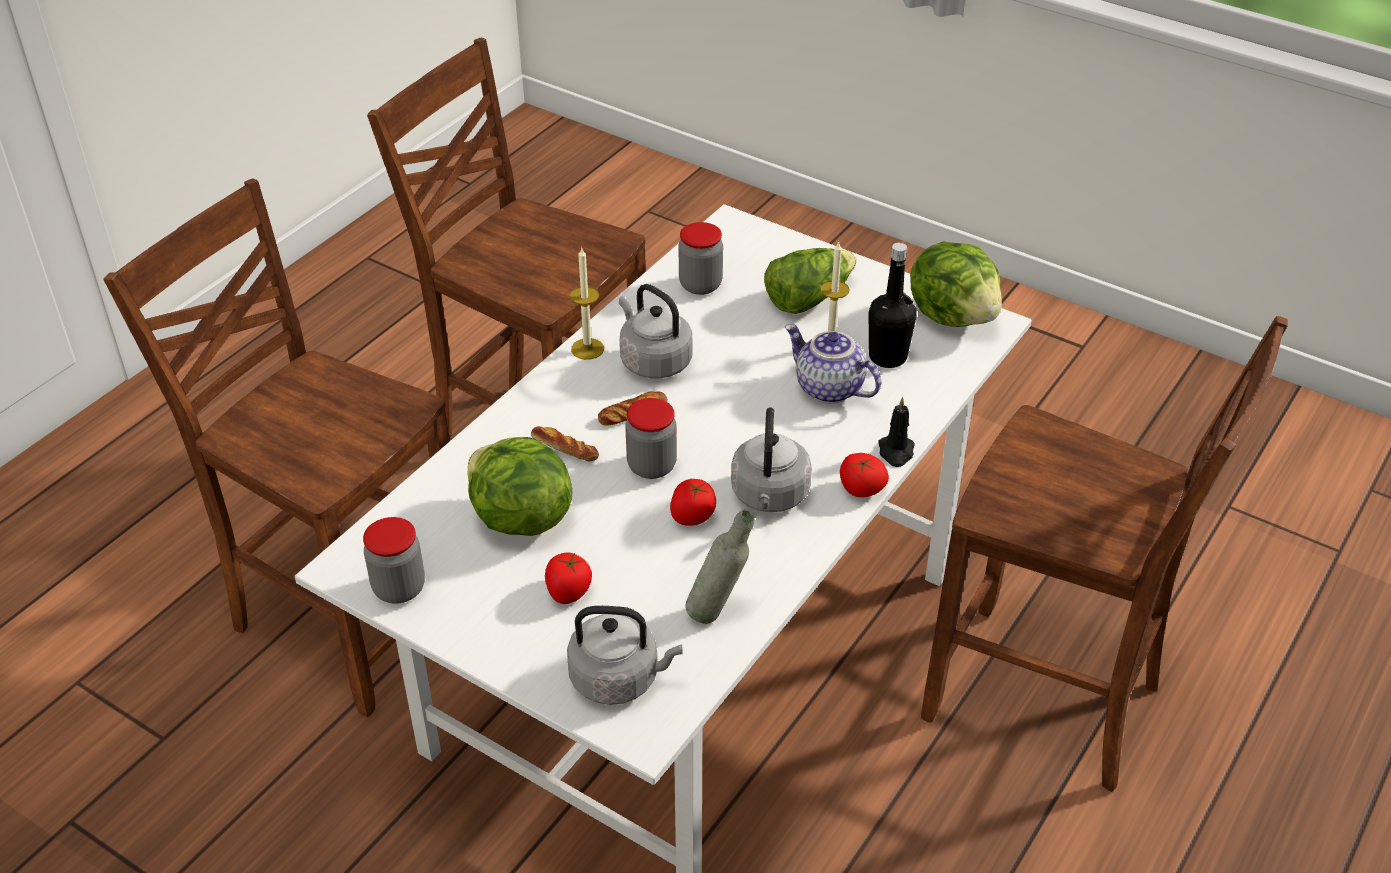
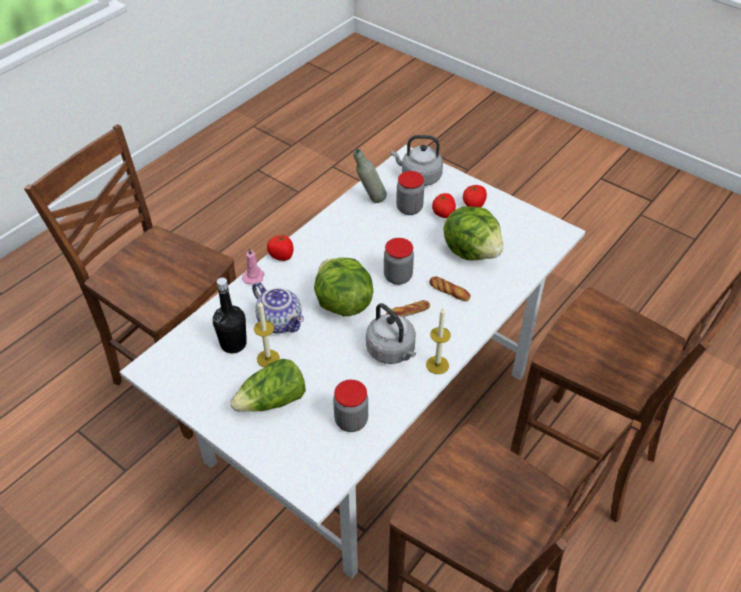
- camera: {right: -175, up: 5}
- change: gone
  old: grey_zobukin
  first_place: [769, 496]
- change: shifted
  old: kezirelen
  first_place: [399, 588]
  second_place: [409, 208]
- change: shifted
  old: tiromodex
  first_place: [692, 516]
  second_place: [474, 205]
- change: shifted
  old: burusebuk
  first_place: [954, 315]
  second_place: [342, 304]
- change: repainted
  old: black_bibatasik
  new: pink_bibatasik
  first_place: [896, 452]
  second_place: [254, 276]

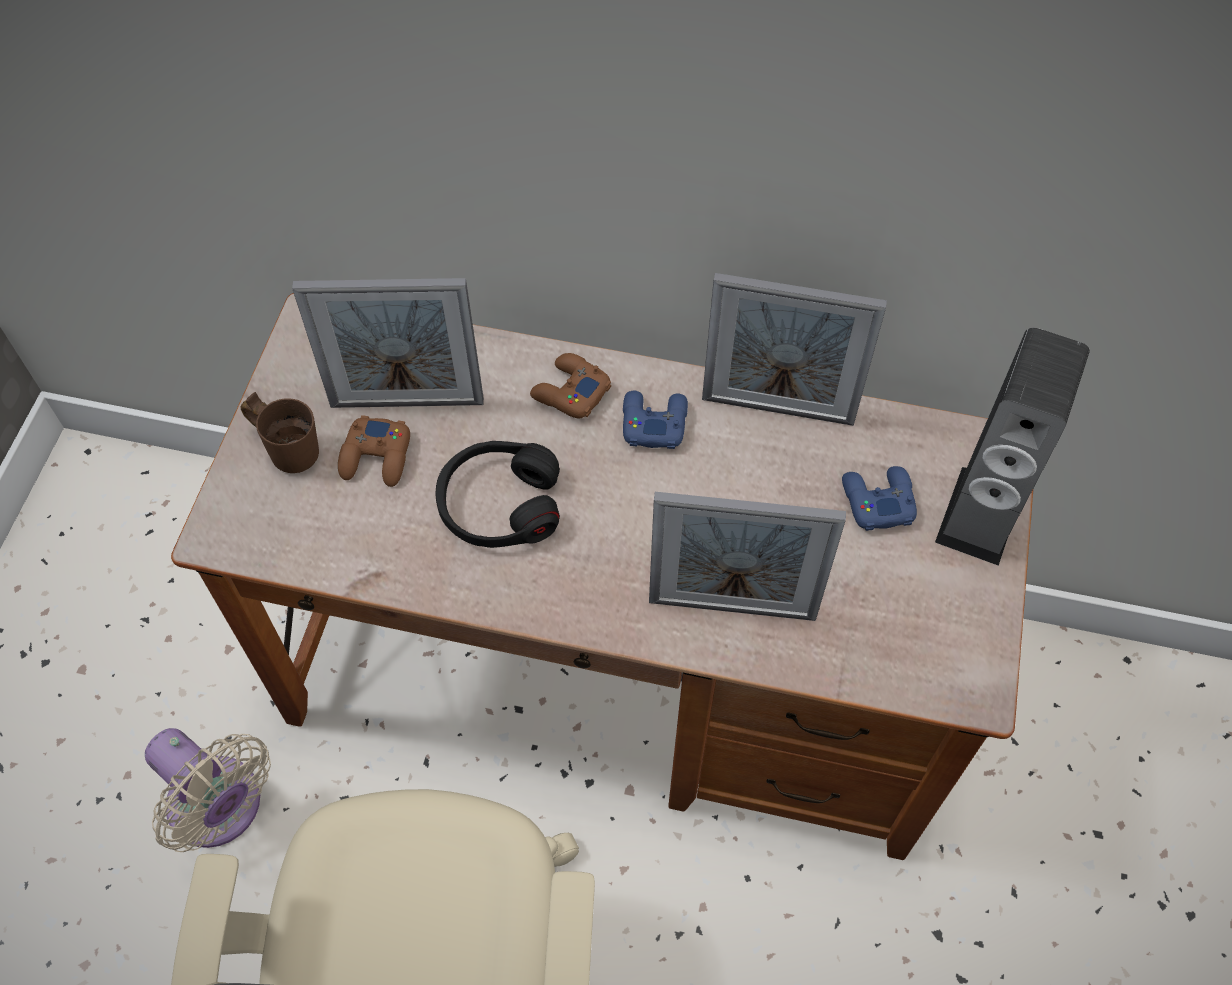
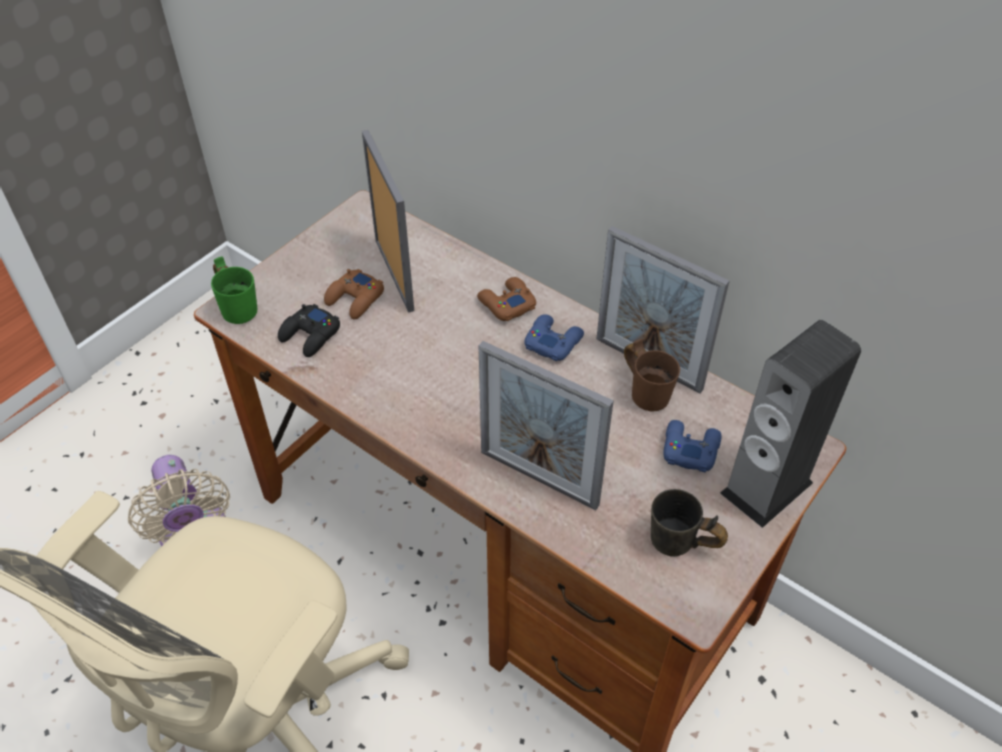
- camera: {right: 25, up: -10}
- change: gone
  old: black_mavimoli
  first_place: [499, 504]
- change: new
  new: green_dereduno
  second_place: [241, 306]
- change: new
  new: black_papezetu
  second_place: [310, 335]
- change: new
  new: grey_dereduno
  second_place: [679, 548]
- change: shifted
  old: brown_dereduno
  first_place: [291, 446]
  second_place: [648, 391]
- change: rotated
  old: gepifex
  first_place: [407, 403]
  second_place: [394, 274]
  degrees: -135

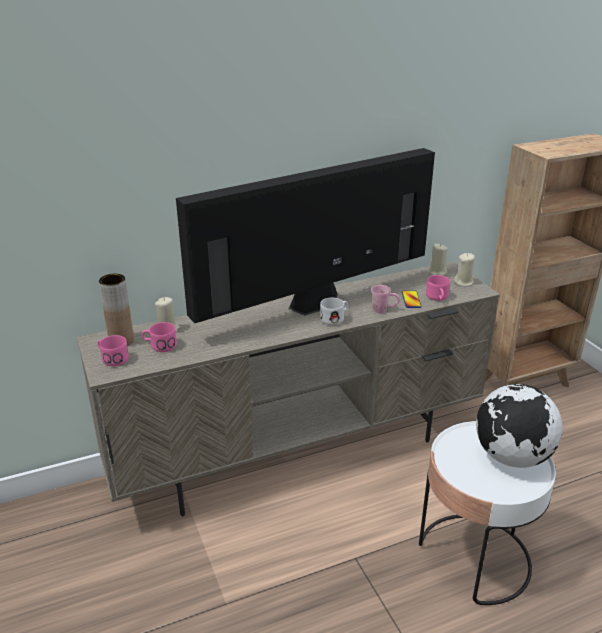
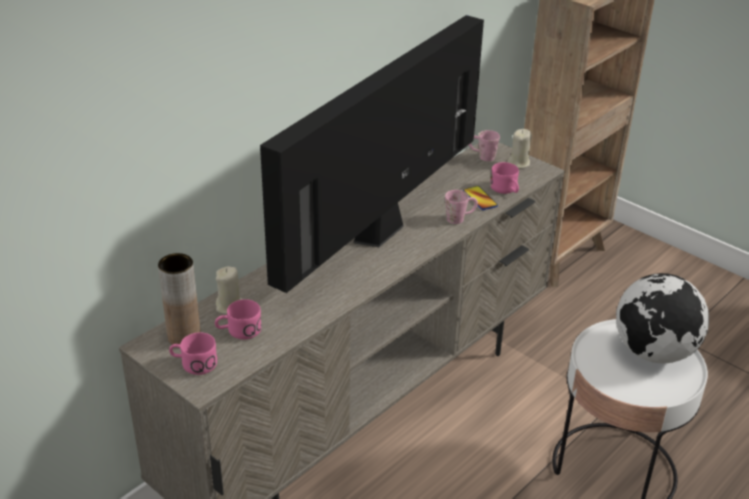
- camera: {right: -25, up: 5}
- change: gone
  old: white_dereduno
  first_place: [335, 318]
- change: swapped
  old: beige_bibatasik
  new: pink_dereduno
  first_place: [437, 272]
  second_place: [482, 156]

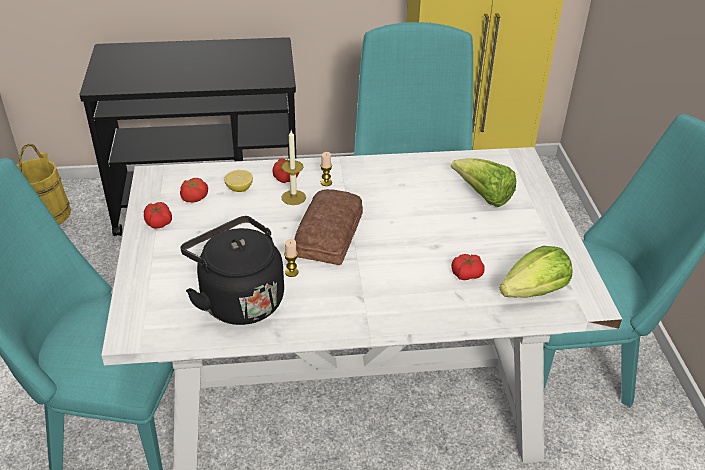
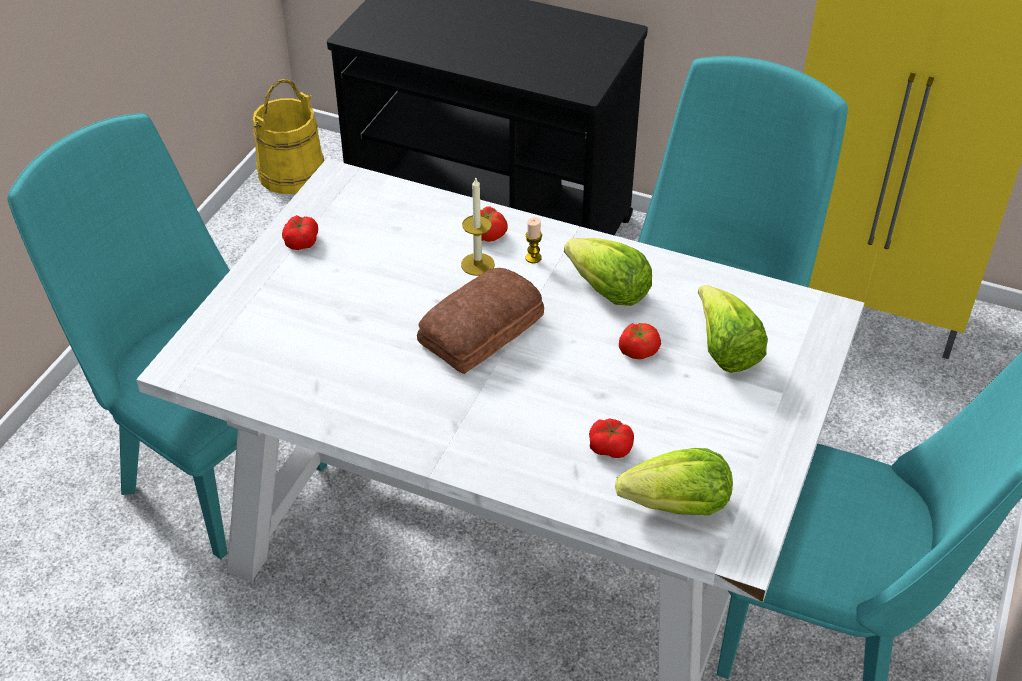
- camera: {right: 30, up: 5}
- change: gone
  old: black_zobukin
  first_place: [238, 299]
- change: gone
  old: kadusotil
  first_place: [239, 188]
- change: gone
  old: bibatasik
  first_place: [291, 272]
- change: new
  new: burusebuk
  second_place: [608, 291]
- change: shifted
  old: tiromodex
  first_place: [194, 197]
  second_place: [638, 350]

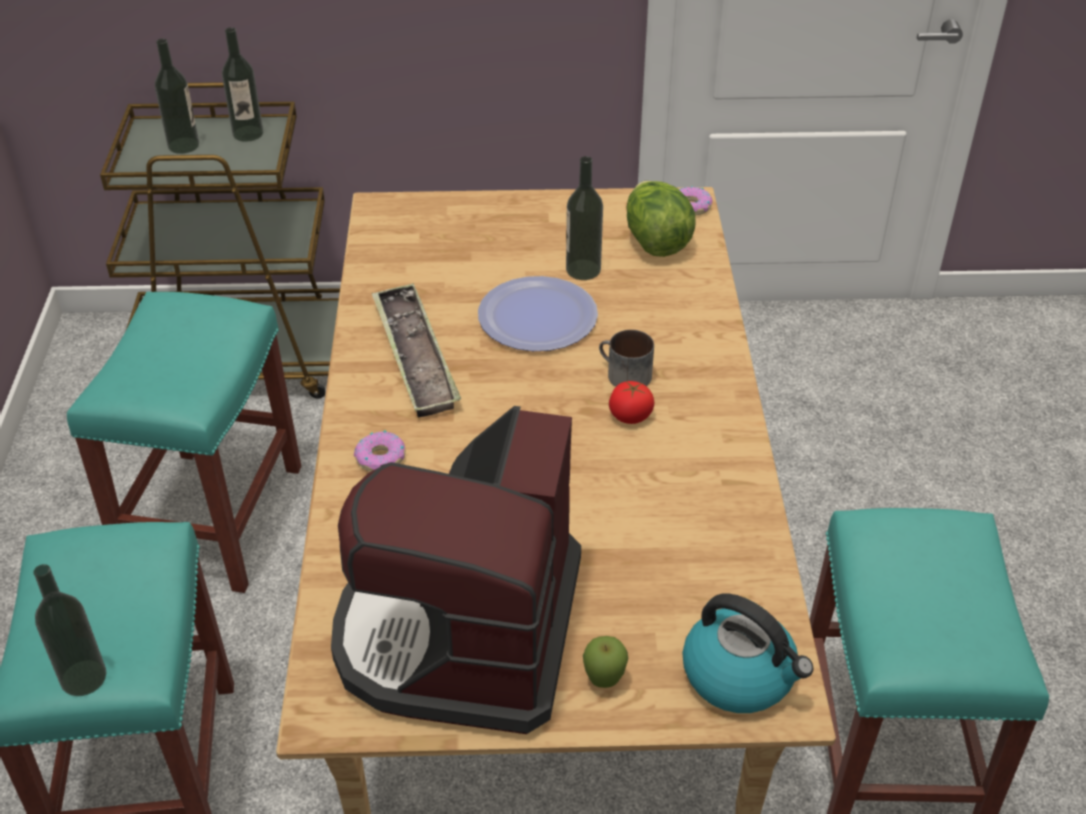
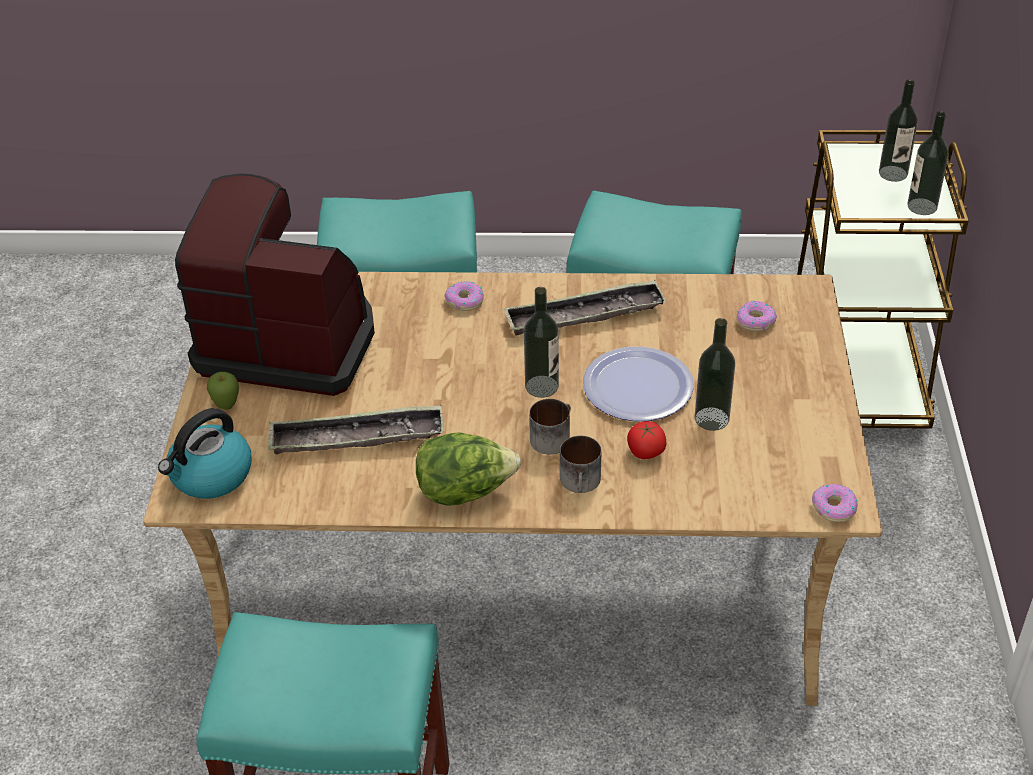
- camera: {right: 95, up: 0}
- change: new
  new: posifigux
  second_place: [357, 437]
- change: new
  new: dereduno
  second_place: [582, 482]
- change: new
  new: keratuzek
  second_place: [755, 321]
- change: shifted
  old: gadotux
  first_place: [83, 678]
  second_place: [541, 386]
- change: shifted
  old: tiromodex
  first_place: [630, 416]
  second_place: [645, 452]
- change: shifted
  old: burusebuk
  first_place: [656, 241]
  second_place: [465, 491]

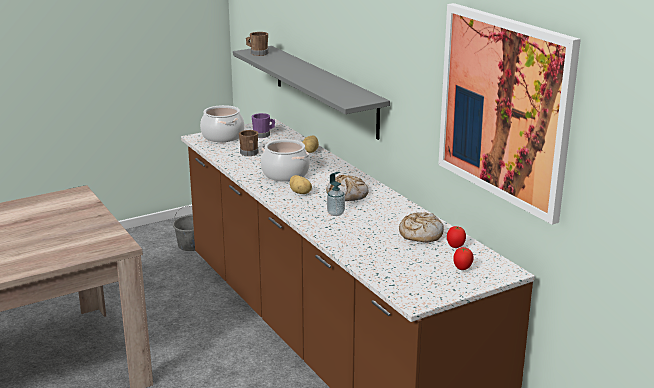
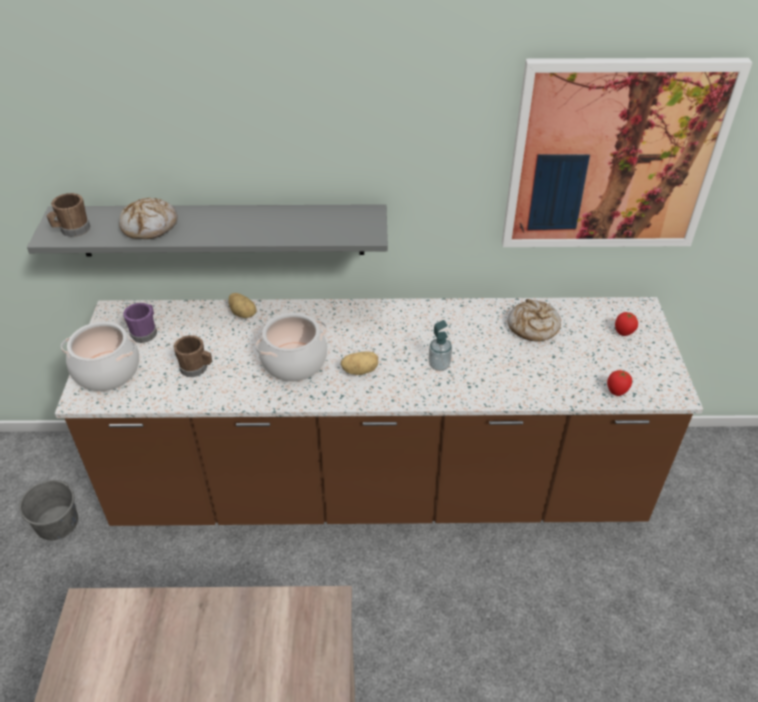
- camera: {right: -60, up: 20}
- change: shifted
  old: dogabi
  first_place: [347, 195]
  second_place: [150, 226]
- change: shifted
  old: tiromodex
  first_place: [455, 246]
  second_place: [616, 392]

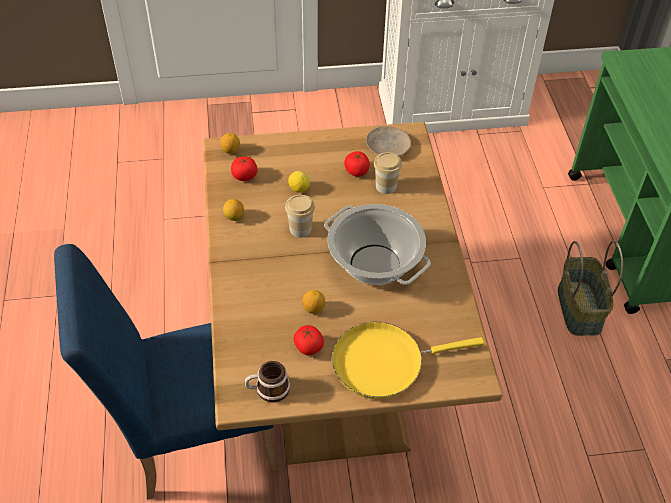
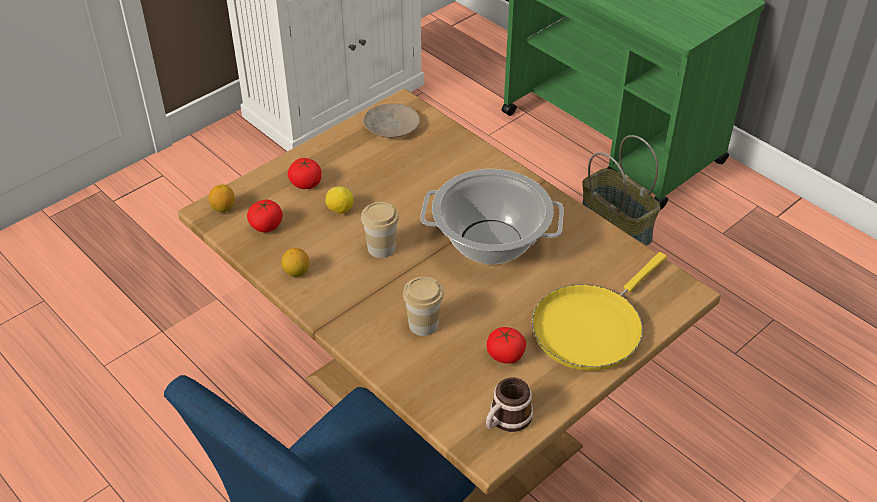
- camera: {right: -35, up: -5}
- change: gone
  old: kadusotil
  first_place: [313, 308]
- change: shifted
  old: tiromodex
  first_place: [357, 171]
  second_place: [306, 183]
- change: shifted
  old: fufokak
  first_place: [386, 186]
  second_place: [423, 324]

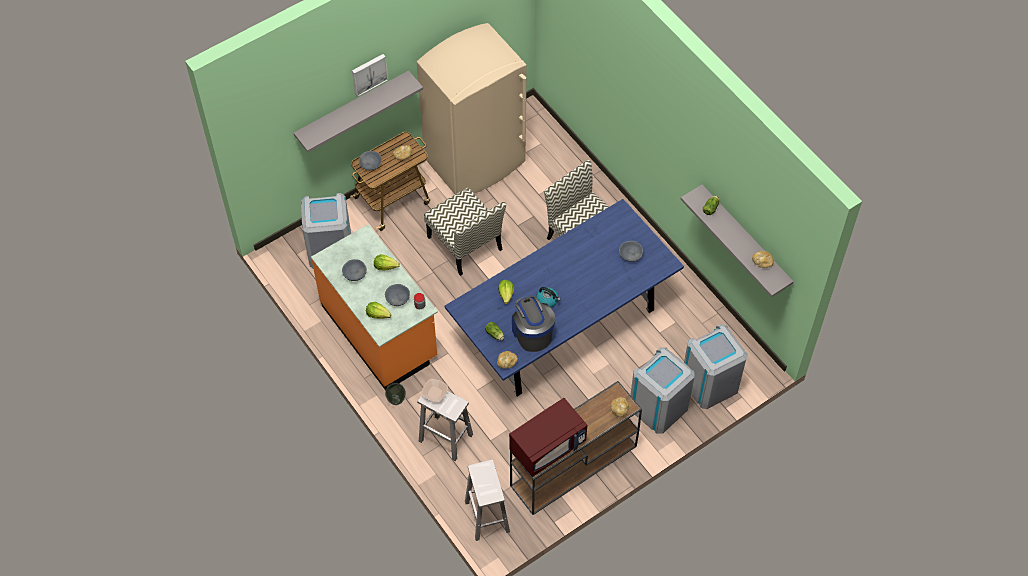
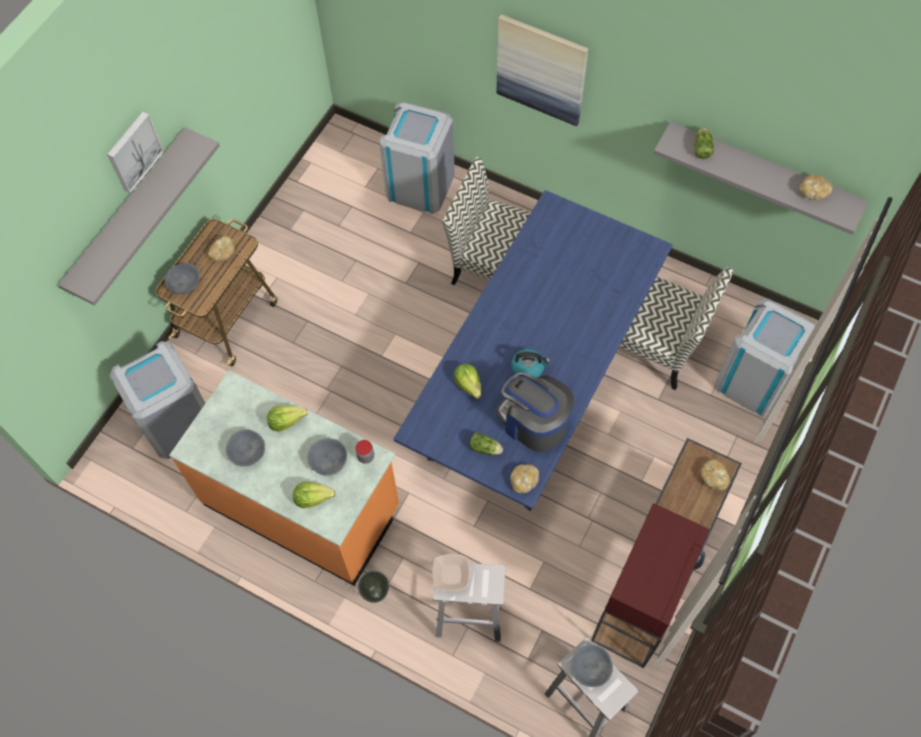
- camera: {right: -25, up: 5}
- change: gone
  old: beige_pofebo
  first_place: [476, 161]
- change: new
  new: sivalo
  second_place: [541, 69]
- change: shifted
  old: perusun
  first_place: [466, 244]
  second_place: [654, 344]
- change: shifted
  old: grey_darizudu
  first_place: [630, 254]
  second_place: [590, 668]
- change: shifted
  old: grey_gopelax
  first_place: [658, 407]
  second_place: [420, 185]

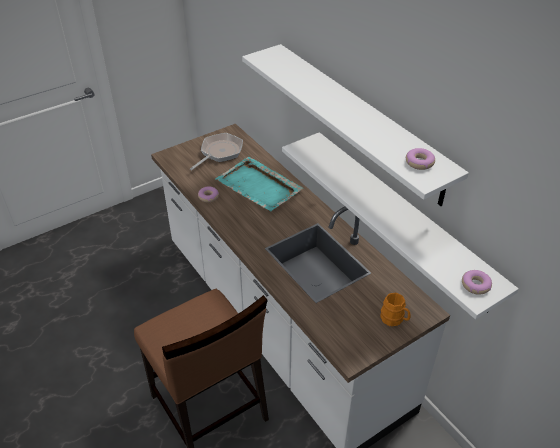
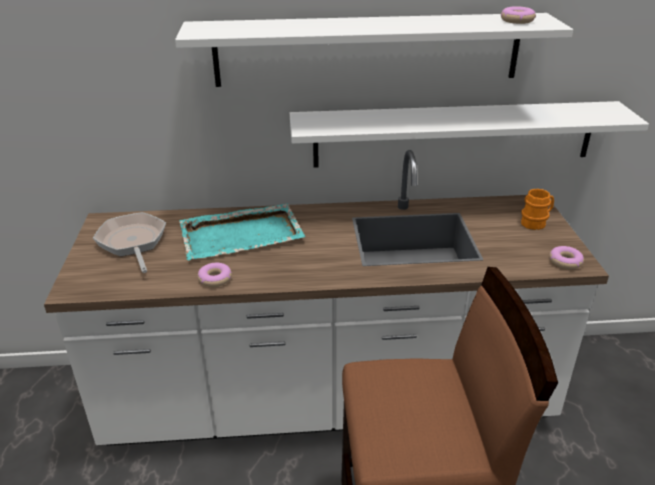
- camera: {right: -60, up: -10}
- change: shifted
  old: keratuzek
  first_place: [475, 285]
  second_place: [565, 262]

